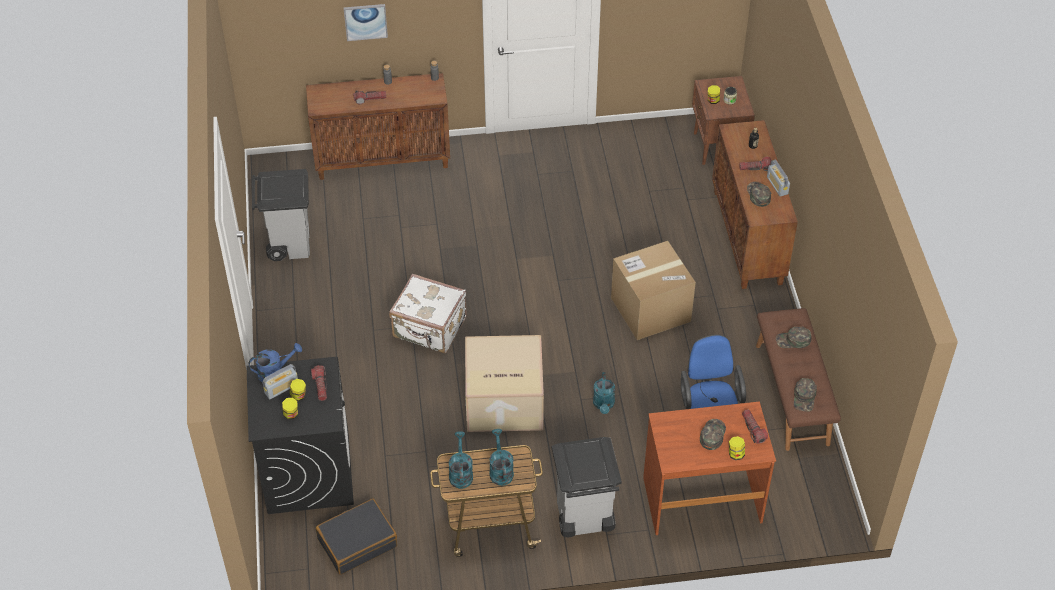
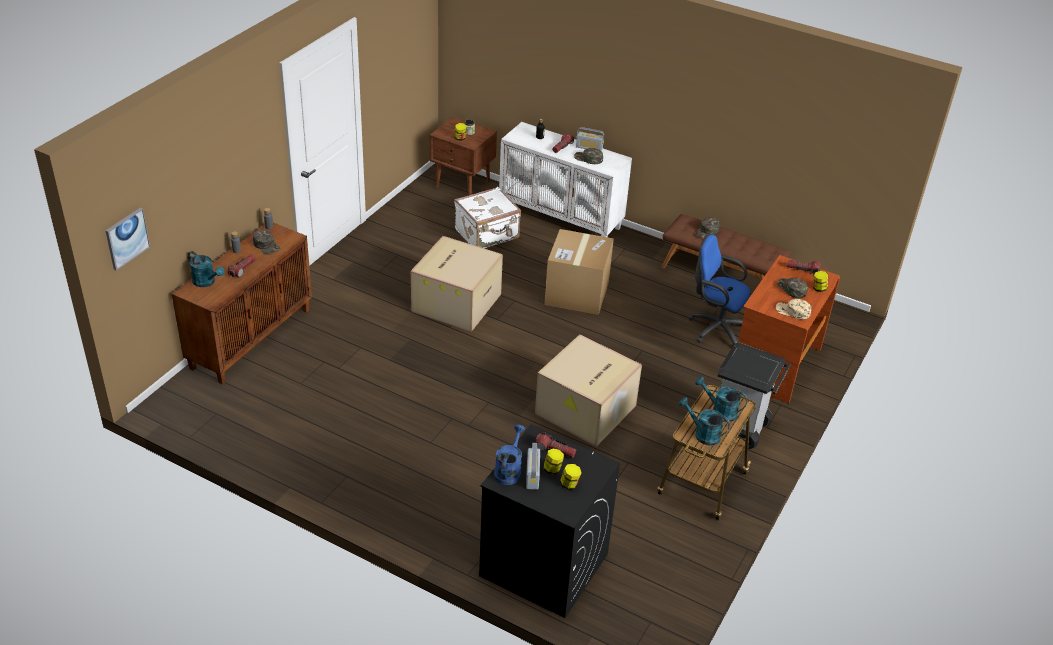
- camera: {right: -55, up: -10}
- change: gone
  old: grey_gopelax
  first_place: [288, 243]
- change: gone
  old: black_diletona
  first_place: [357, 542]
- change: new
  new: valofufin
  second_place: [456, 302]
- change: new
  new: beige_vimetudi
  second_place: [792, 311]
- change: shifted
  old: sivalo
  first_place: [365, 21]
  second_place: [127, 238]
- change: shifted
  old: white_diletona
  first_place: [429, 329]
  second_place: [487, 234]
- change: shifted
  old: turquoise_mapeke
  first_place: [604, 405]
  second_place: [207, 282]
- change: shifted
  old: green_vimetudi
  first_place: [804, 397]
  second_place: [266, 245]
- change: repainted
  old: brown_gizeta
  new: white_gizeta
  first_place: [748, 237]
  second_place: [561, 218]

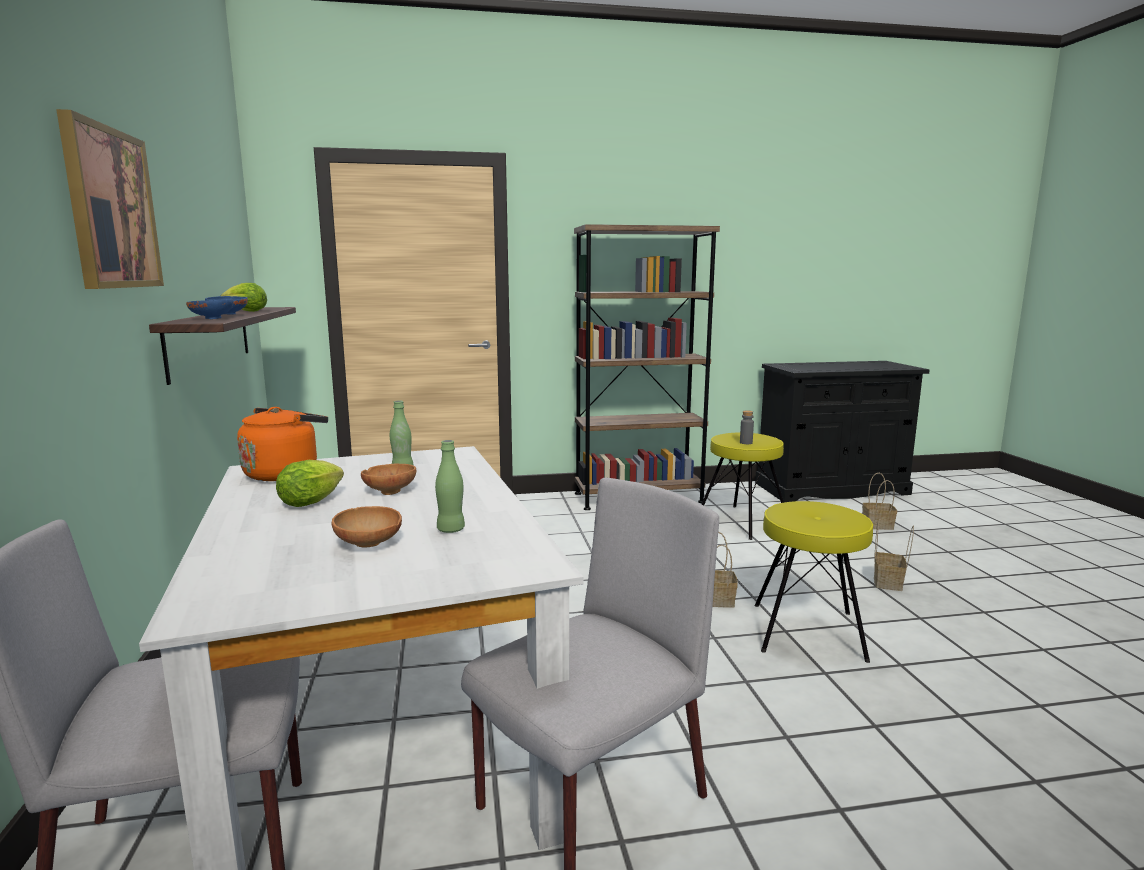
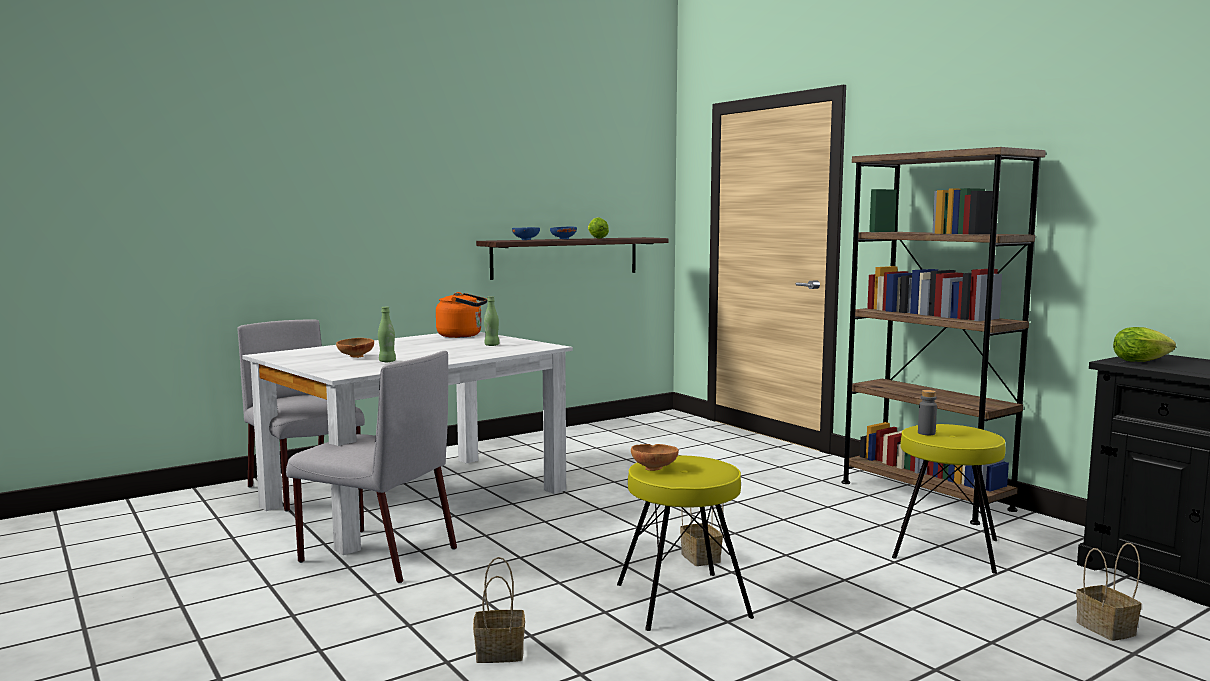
- camera: {right: 65, up: -5}
- change: gone
  old: sivalo
  first_place: [111, 209]
- change: shifted
  old: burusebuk
  first_place: [314, 501]
  second_place: [1143, 361]
- change: shifted
  old: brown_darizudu
  first_place: [390, 491]
  second_place: [655, 468]
- change: shifted
  old: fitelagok
  first_place: [888, 583]
  second_place: [498, 653]

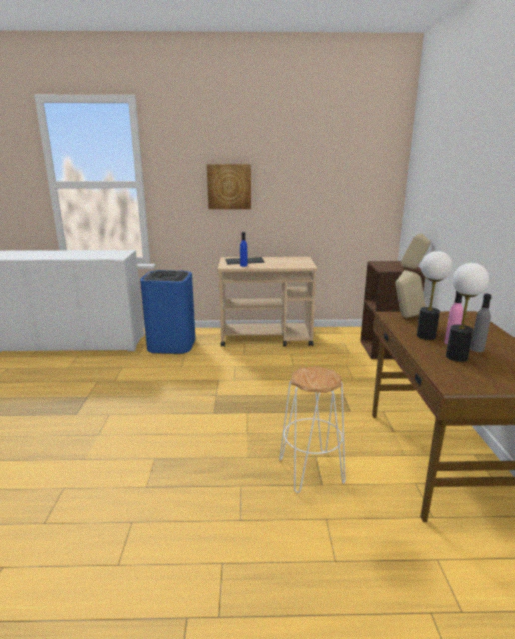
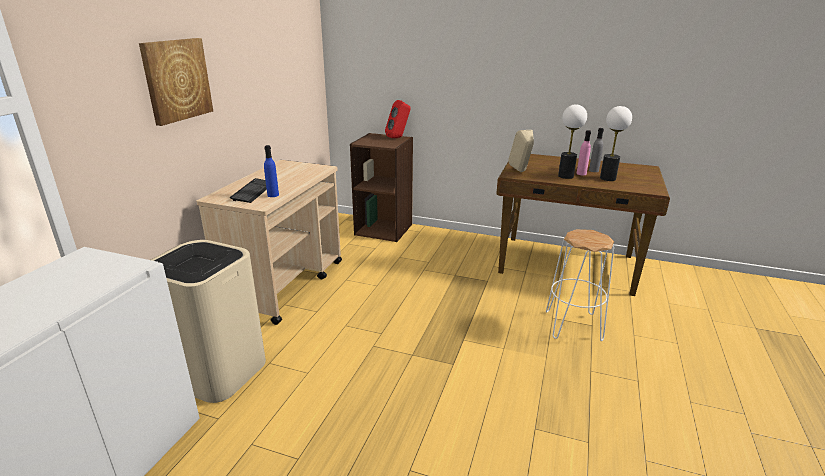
- camera: {right: -70, up: 5}
- change: repainted
  old: blue_gopelax
  new: beige_gopelax
  first_place: [171, 345]
  second_place: [218, 372]
- change: repainted
  old: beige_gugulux
  new: red_gugulux
  first_place: [413, 268]
  second_place: [398, 137]

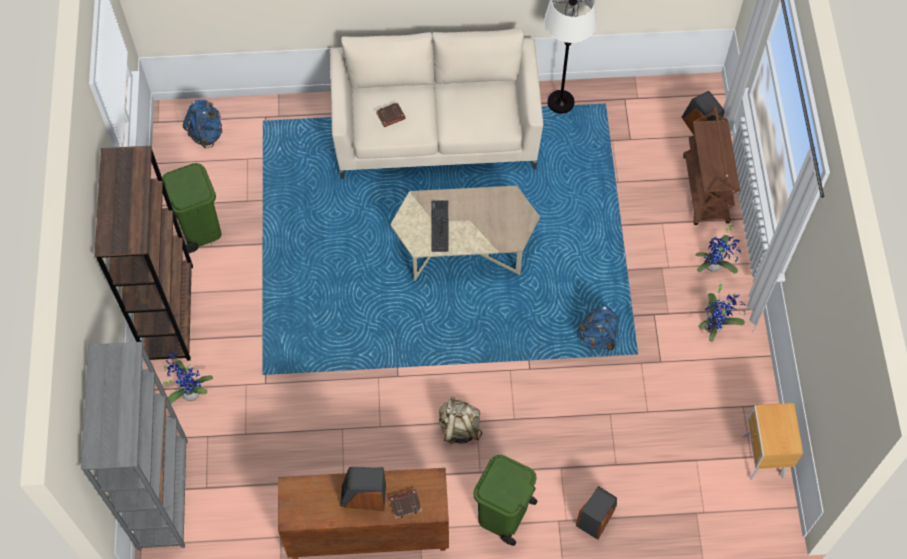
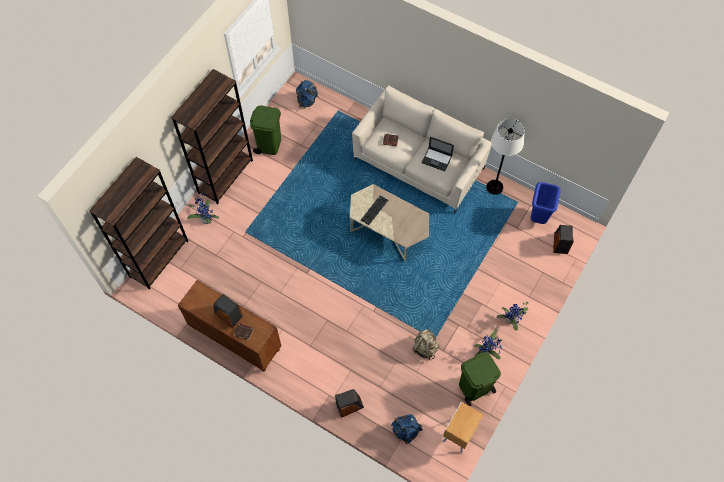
- camera: {right: 35, up: 0}
- change: gone
  old: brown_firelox
  first_place: [706, 190]
- change: new
  new: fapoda
  second_place: [437, 159]
- change: new
  new: blue_gopelax
  second_place: [538, 218]
- change: shifted
  old: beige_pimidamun
  first_place: [459, 428]
  second_place: [425, 348]
- change: shifted
  old: green_gopelax
  first_place: [503, 514]
  second_place: [474, 387]
- change: shifted
  old: blue_pimidamun
  first_place: [597, 336]
  second_place: [406, 430]
- change: repainted
  old: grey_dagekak
  new: brown_dagekak
  first_place: [163, 493]
  second_place: [159, 258]

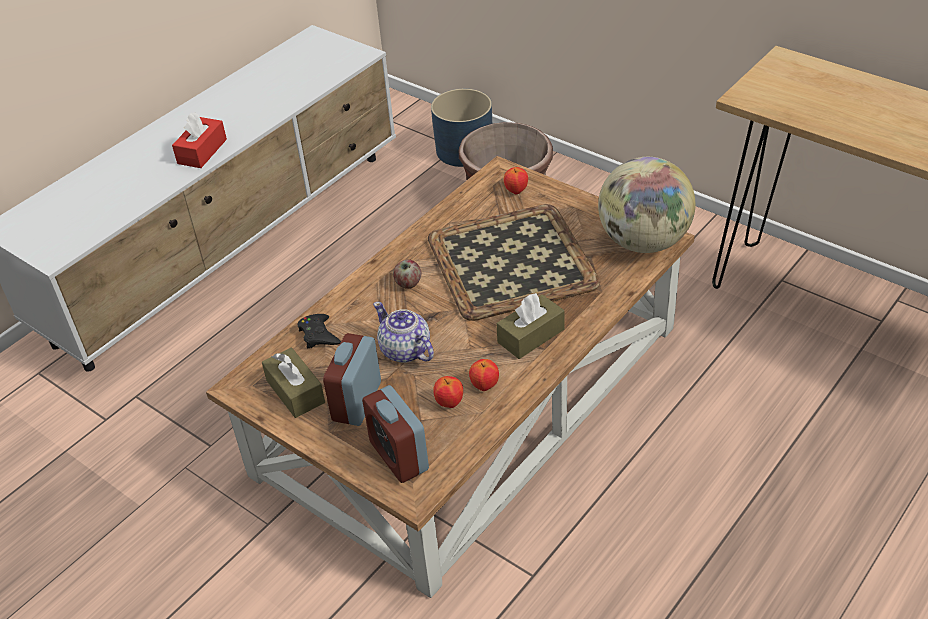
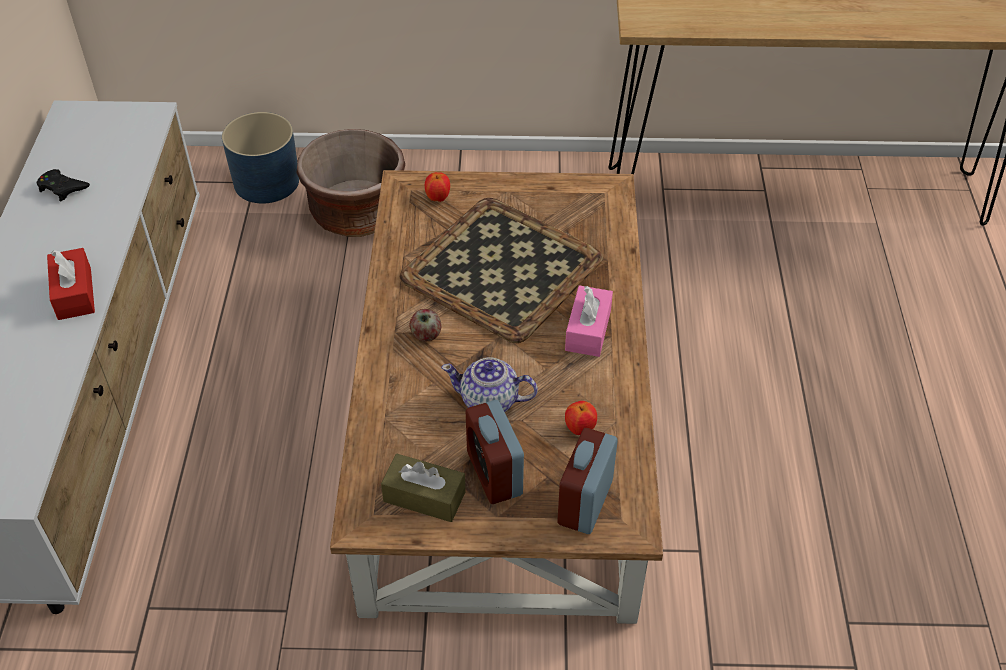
- camera: {right: -40, up: 5}
- change: gone
  old: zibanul
  first_place: [484, 386]
- change: gone
  old: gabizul
  first_place: [643, 242]
- change: shifted
  old: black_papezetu
  first_place: [319, 335]
  second_place: [62, 188]
- change: repainted
  old: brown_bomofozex
  new: pink_bomofozex
  first_place: [531, 336]
  second_place: [588, 330]
- change: rotated
  old: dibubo
  first_place: [399, 456]
  second_place: [585, 502]
  degrees: 90

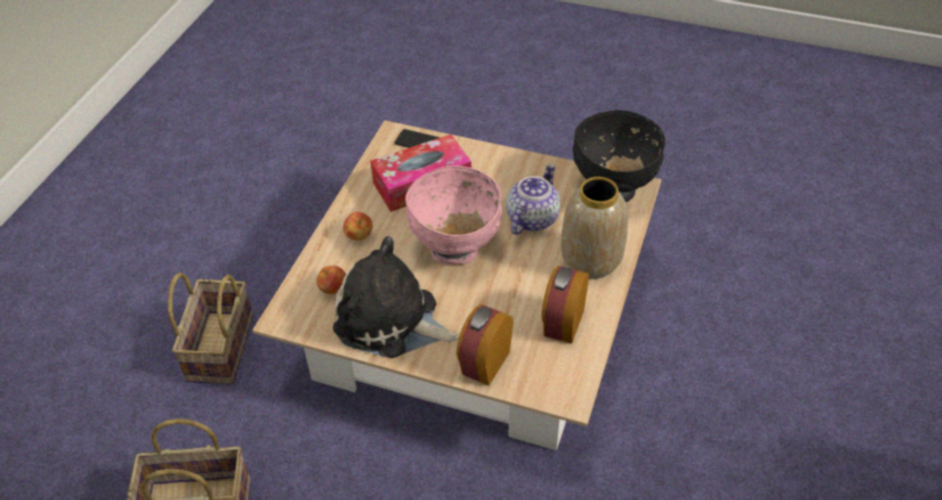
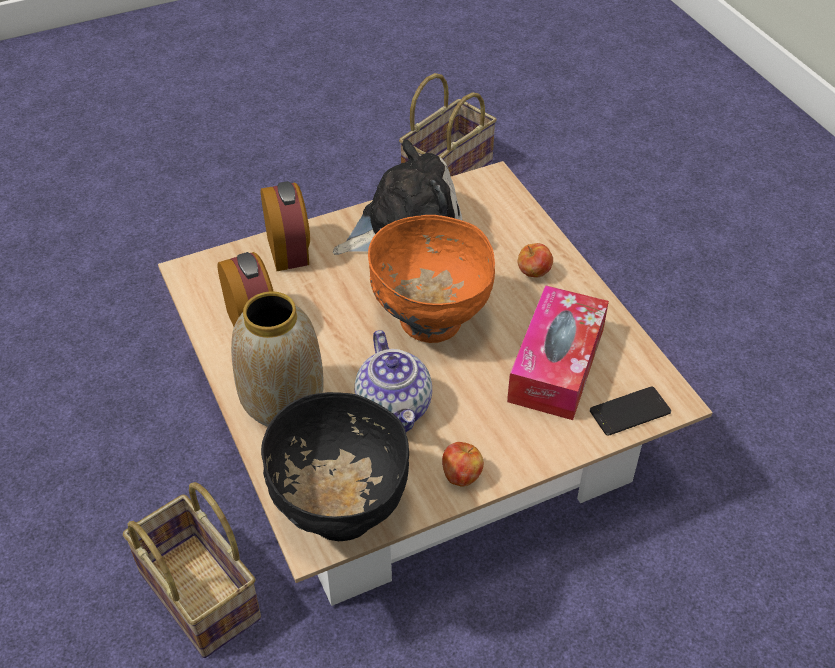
- camera: {right: 135, up: 0}
- change: shifted
  old: fitelagok
  first_place: [219, 346]
  second_place: [203, 595]
- change: shifted
  old: zibanul
  first_place: [333, 290]
  second_place: [461, 475]
- change: repainted
  old: pink_darizudu
  new: orange_darizudu
  first_place: [456, 249]
  second_place: [430, 322]

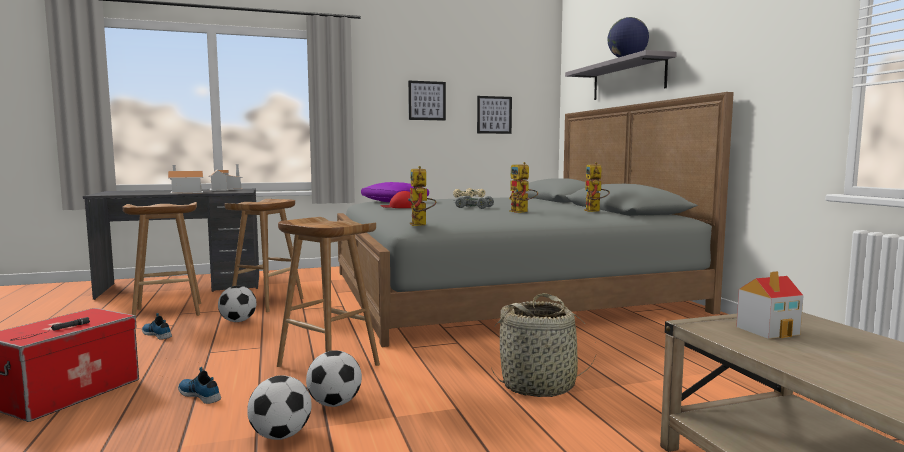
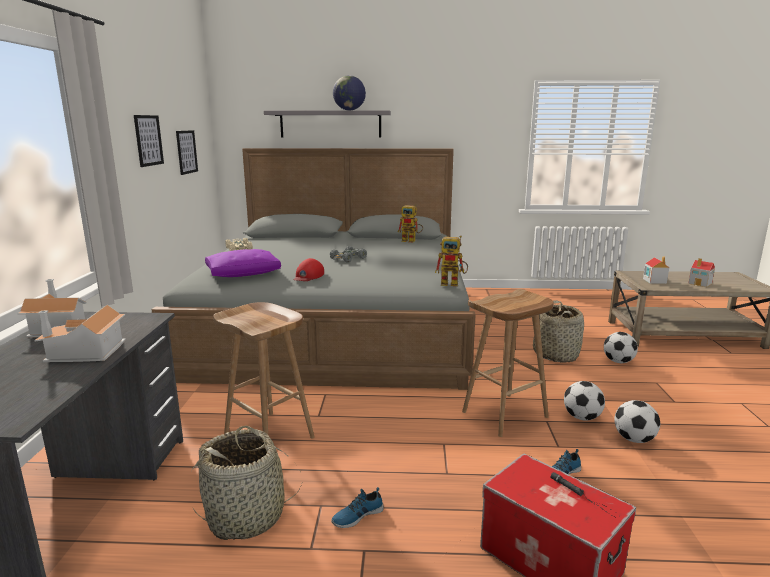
- camera: {right: -70, up: 10}
- change: gone
  old: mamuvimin
  first_place: [522, 212]
- change: new
  new: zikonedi
  second_place: [700, 283]
- change: shifted
  old: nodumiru
  first_place: [238, 321]
  second_place: [618, 361]
- change: swapped
  old: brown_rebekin
  new: fitelagok
  first_place: [167, 312]
  second_place: [247, 516]

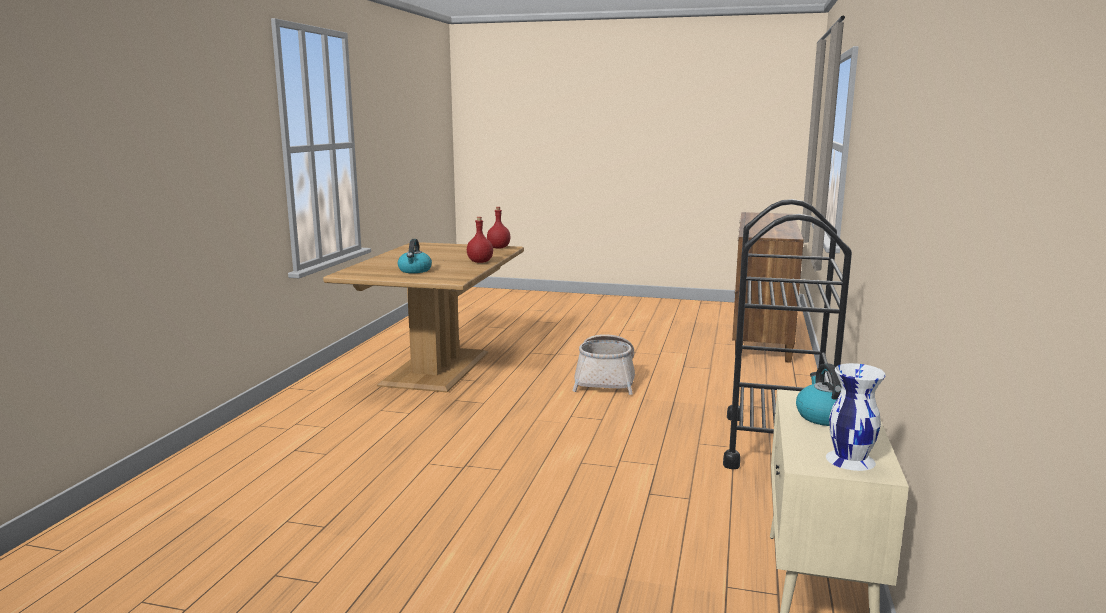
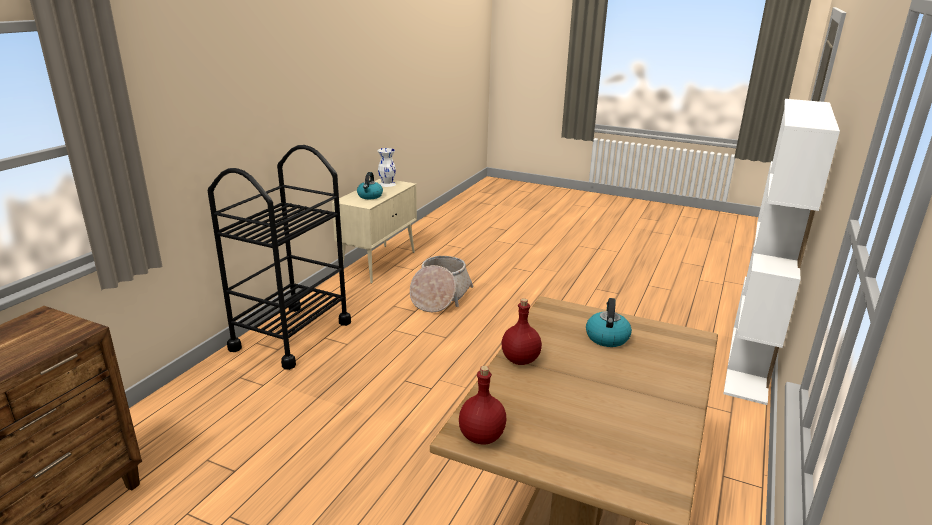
- camera: {right: -170, up: 10}
- change: new
  new: white_dagekak
  second_place: [749, 363]
- change: shifted
  old: fitelagok
  first_place: [605, 380]
  second_place: [440, 297]

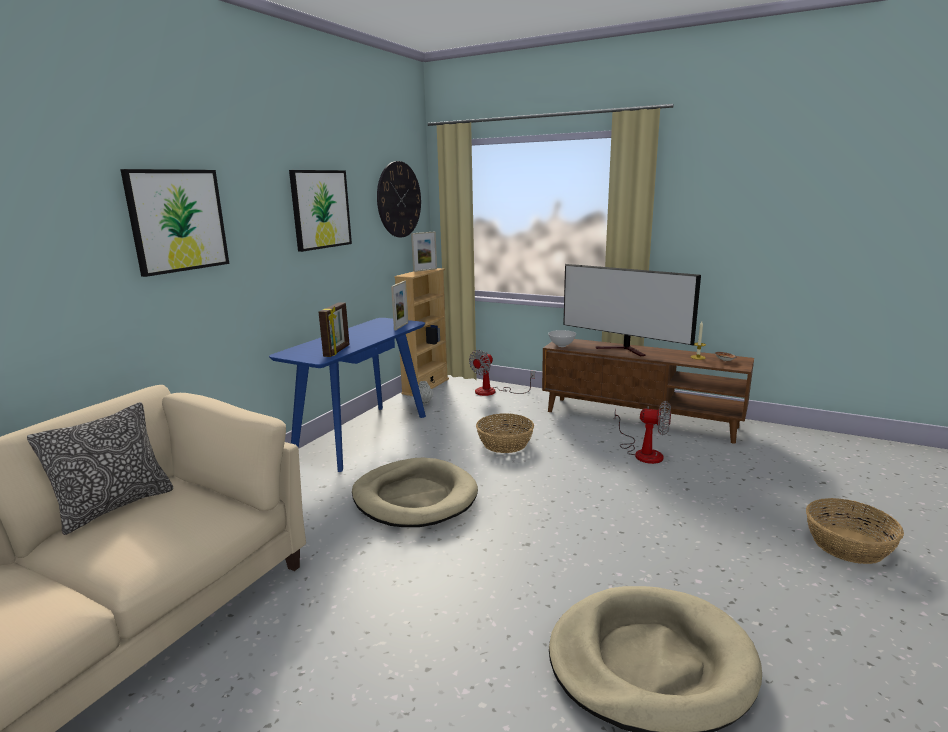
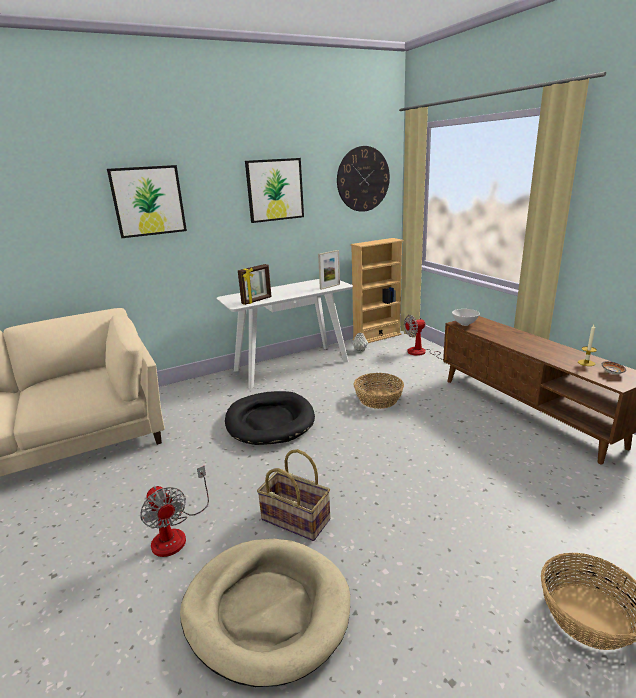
- camera: {right: 35, up: 5}
- change: gone
  old: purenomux
  first_place: [115, 506]
- change: gone
  old: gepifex
  first_place: [425, 270]
- change: gone
  old: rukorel
  first_place: [624, 350]
- change: new
  new: fitelagok
  second_place: [296, 519]
- change: shifted
  old: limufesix
  first_place: [643, 452]
  second_place: [176, 533]
- change: repainted
  old: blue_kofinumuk
  new: white_kofinumuk
  first_place: [362, 435]
  second_place: [291, 365]
- change: repainted
  old: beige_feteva
  new: black_feteva
  first_place: [415, 497]
  second_place: [270, 421]

